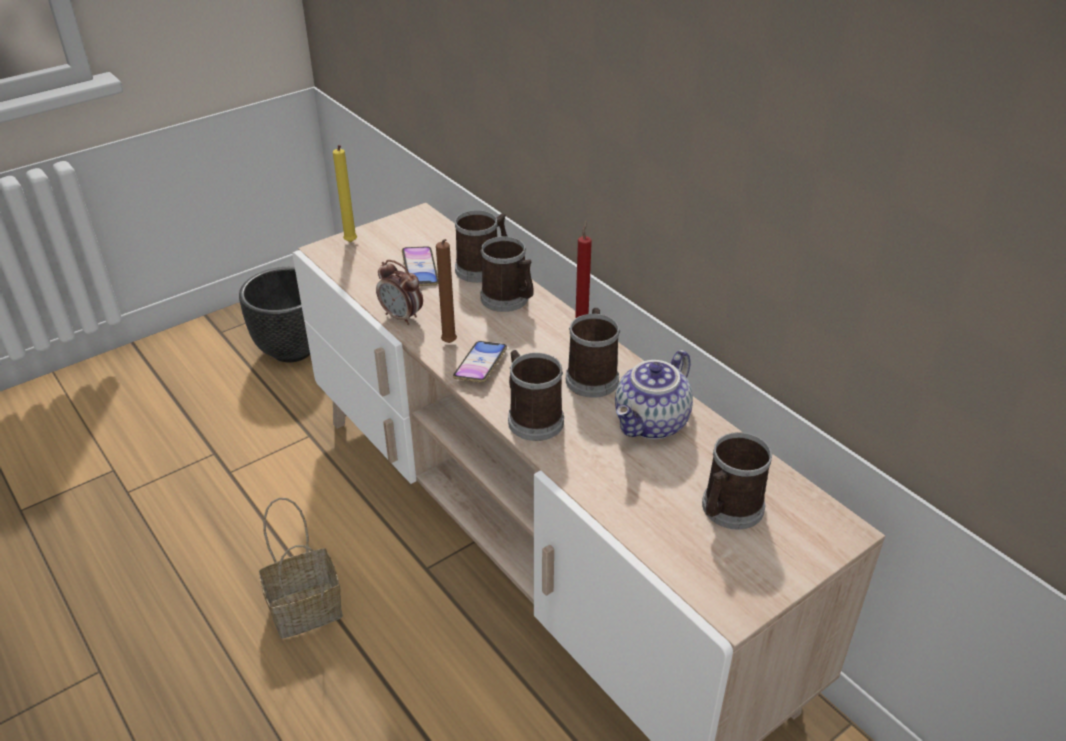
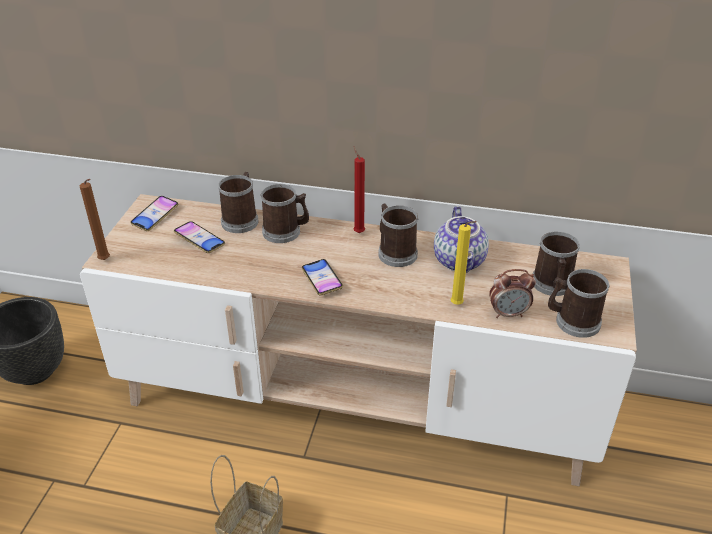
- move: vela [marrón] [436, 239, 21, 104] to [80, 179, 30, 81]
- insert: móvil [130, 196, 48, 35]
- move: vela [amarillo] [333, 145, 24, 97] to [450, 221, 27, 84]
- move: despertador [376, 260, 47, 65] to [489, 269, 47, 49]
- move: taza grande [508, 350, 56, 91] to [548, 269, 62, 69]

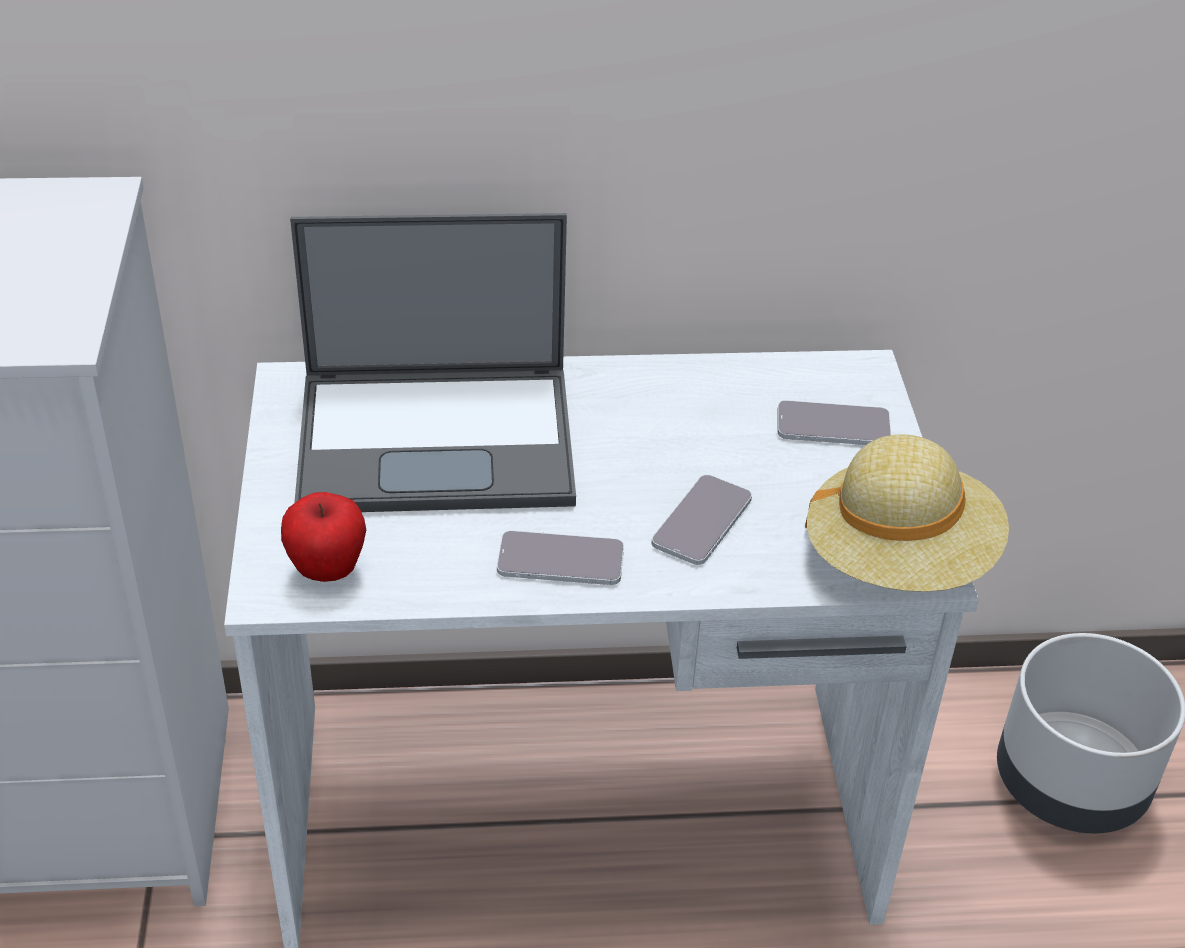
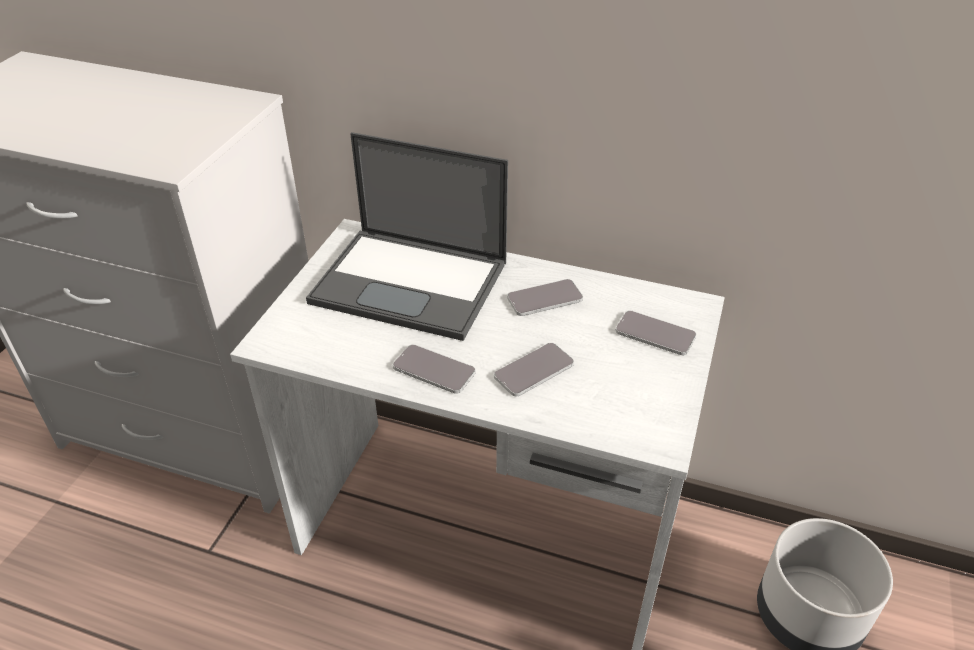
- insert: móvil [507, 279, 76, 37]
- delete: manzana [281, 492, 85, 90]
- delete: sombrero [beis] [805, 434, 204, 158]

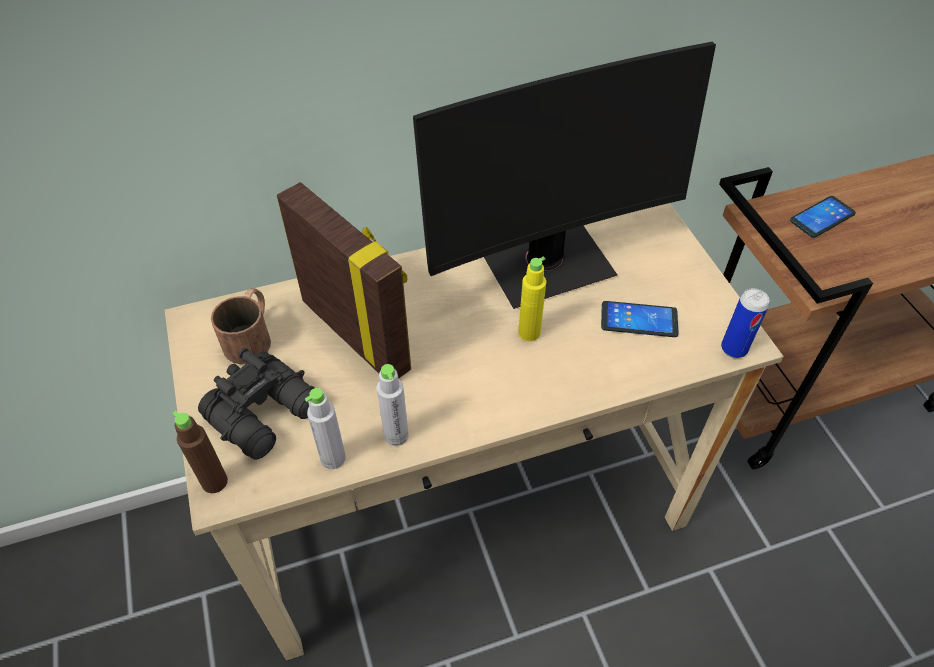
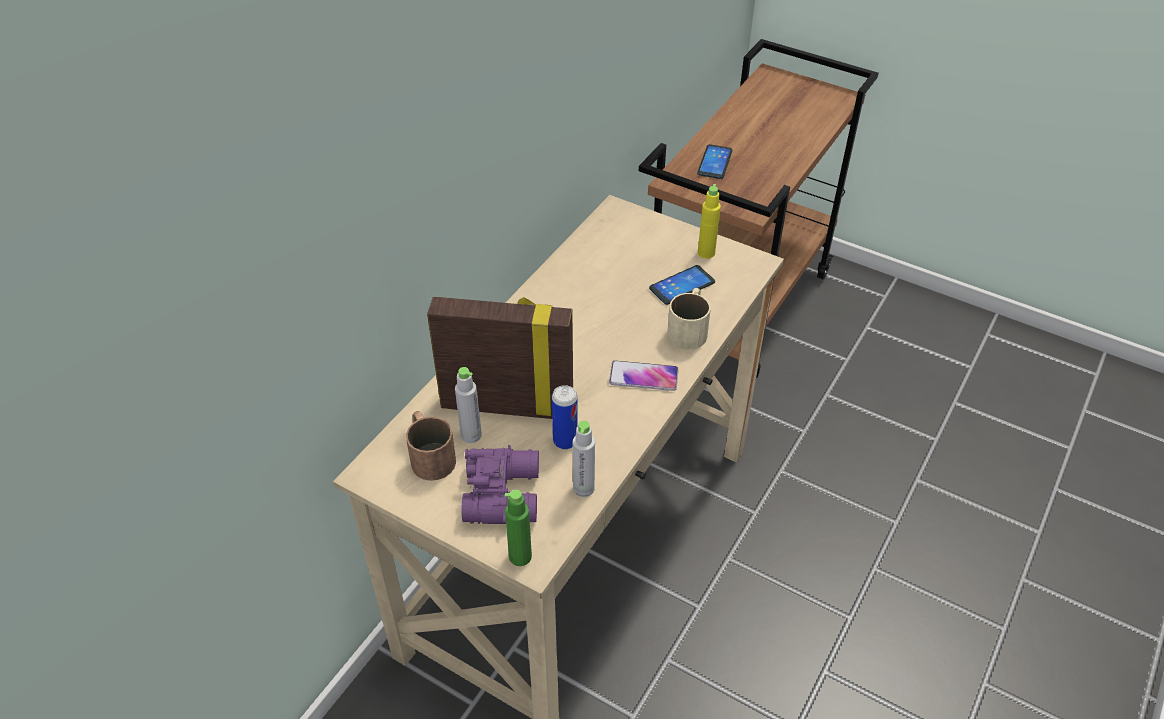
- move: botella [gris] [377, 364, 32, 82] to [455, 367, 27, 76]
- recolor: prismáticos [negro] [198, 348, 117, 112] to prismáticos [morado] [462, 445, 77, 79]
- recolor: botella [marrón] [172, 411, 56, 82] to botella [verde] [505, 490, 27, 76]
- move: lata [721, 288, 48, 70] to [552, 385, 26, 64]
- insert: móvil [609, 360, 69, 31]
- insert: taza grande [beis] [667, 288, 44, 62]
- move: botella [amarillo] [518, 257, 28, 84] to [698, 184, 23, 75]
- delete: monitor [413, 42, 303, 267]

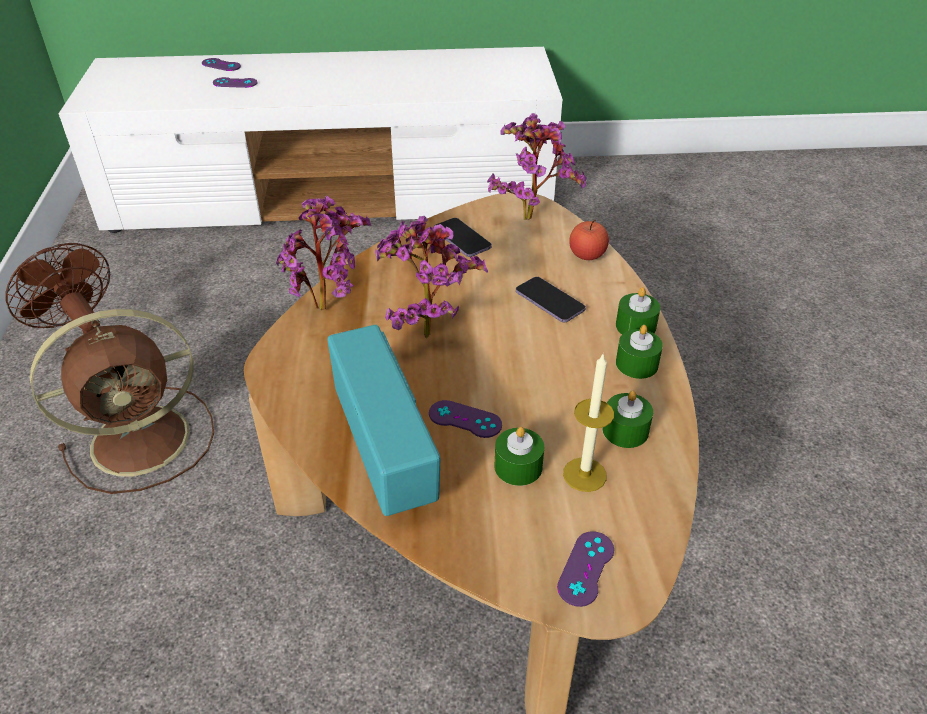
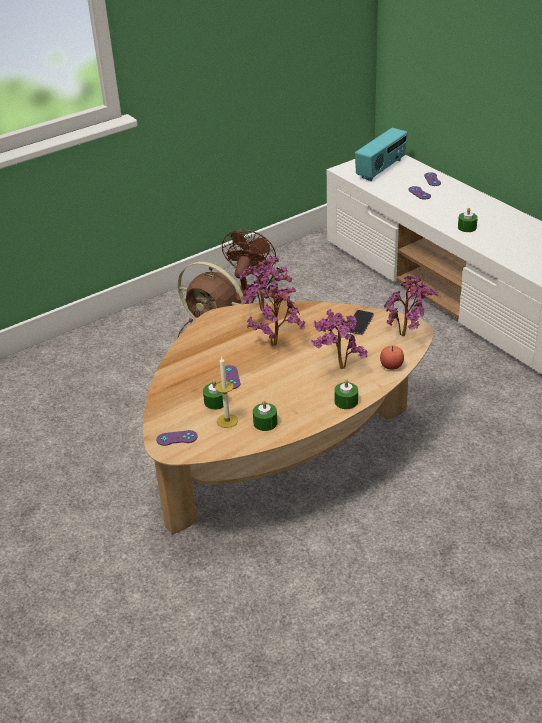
- replace: móvil [516, 277, 70, 45] to planta en maceta [311, 309, 57, 60]
- move: radio [327, 325, 114, 191] to [355, 128, 52, 53]
- move: vela [verde] [616, 325, 47, 54] to [458, 208, 20, 24]

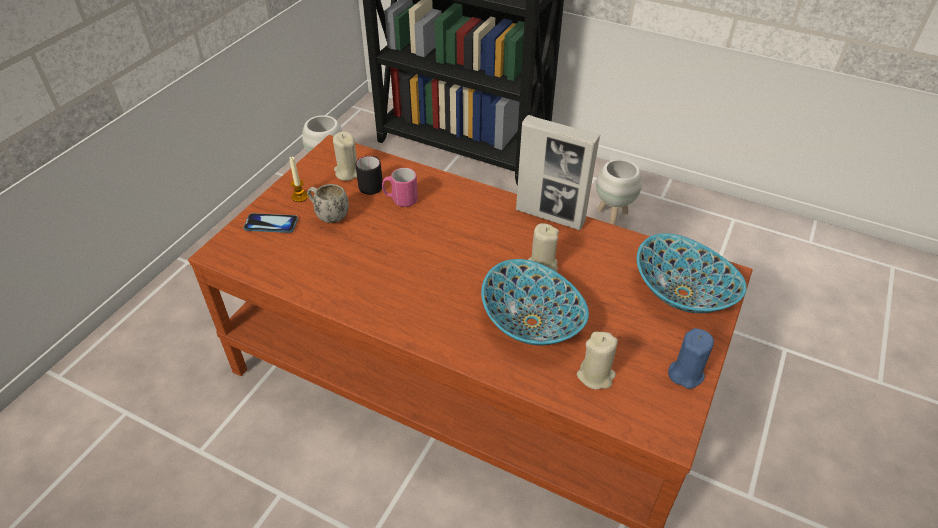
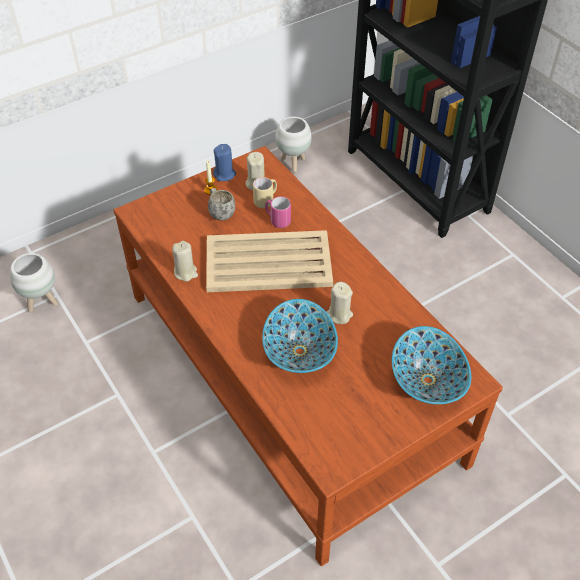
- move: maceta [blanco] [596, 159, 46, 66] to [10, 253, 48, 60]
- move: vela [beis] [577, 332, 41, 58] to [172, 241, 26, 41]
- insert: bandeja [beis] [206, 230, 127, 62]
- move: vela [azul] [668, 328, 46, 61] to [213, 144, 23, 37]
- recolor: taza grande [negro] [356, 156, 27, 39] to taza grande [beis] [253, 177, 24, 31]
- delete: móvil [243, 213, 55, 20]
- delete: portarretratos [516, 115, 84, 115]

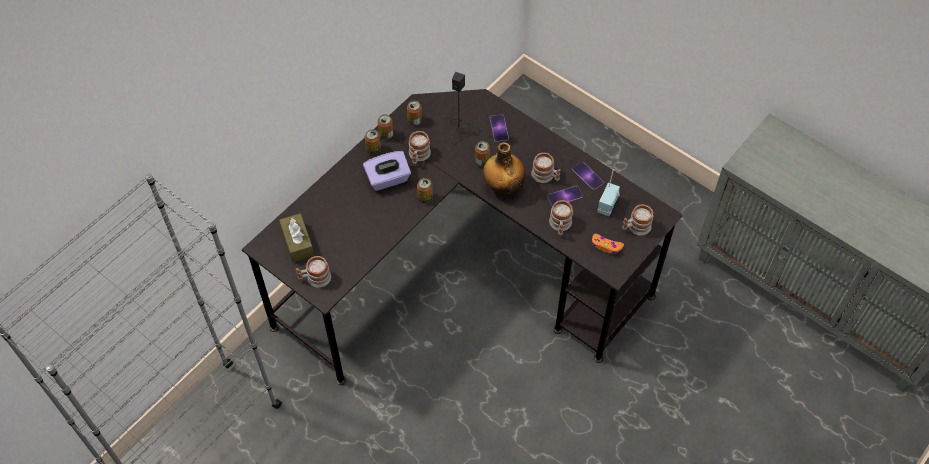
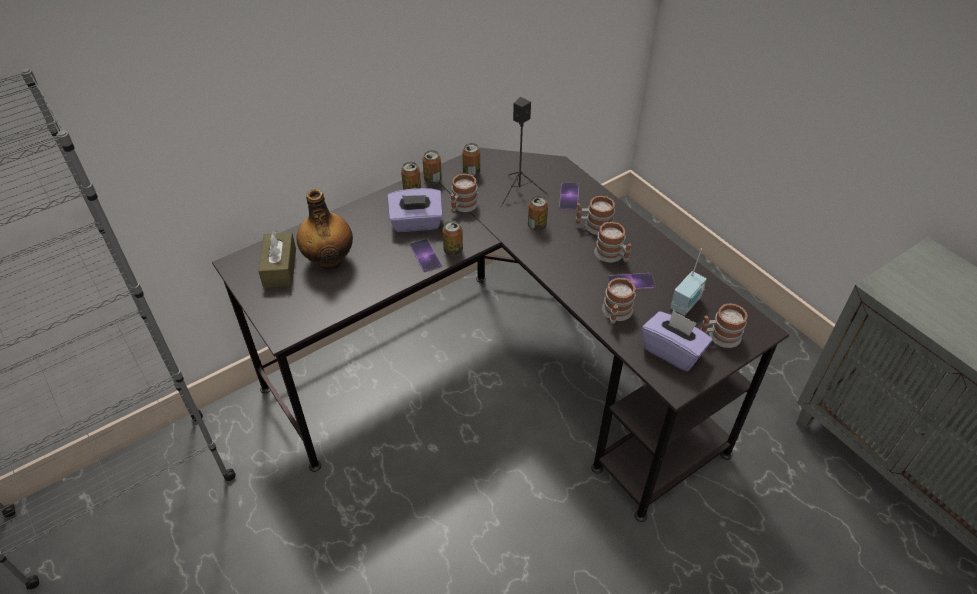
- move: botella [483, 142, 42, 53] to [297, 189, 56, 81]
- move: móvil [572, 162, 32, 28] to [410, 239, 32, 33]
- move: taza grande [296, 256, 35, 31] to [576, 196, 39, 39]
- replace: mando de consola [naranja] [592, 234, 32, 20] to caja de pañuelos [morado] [642, 310, 71, 61]

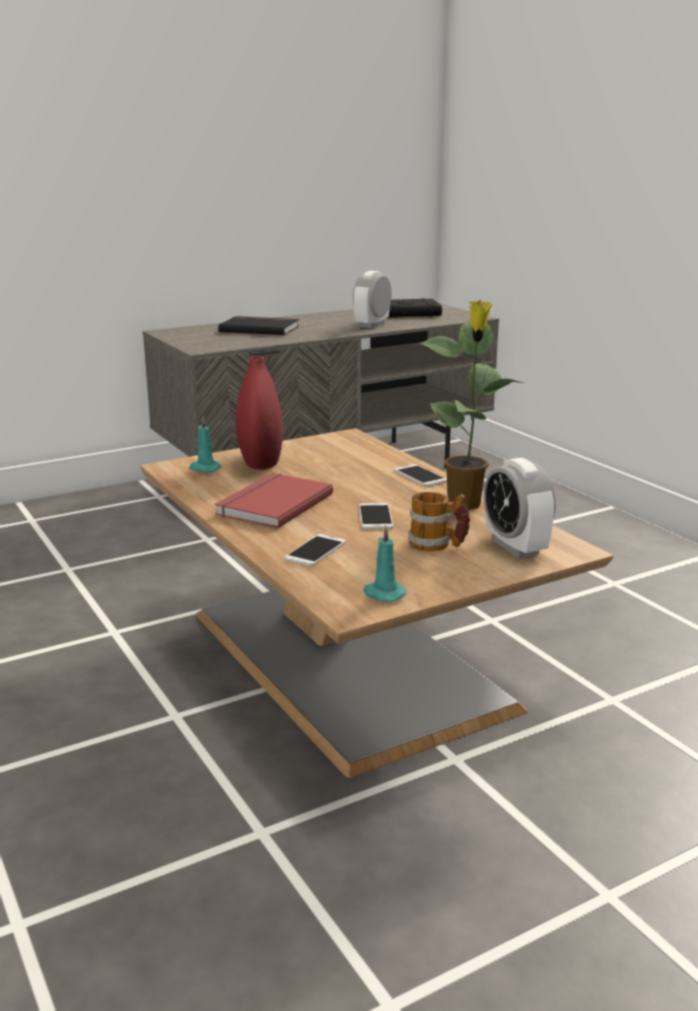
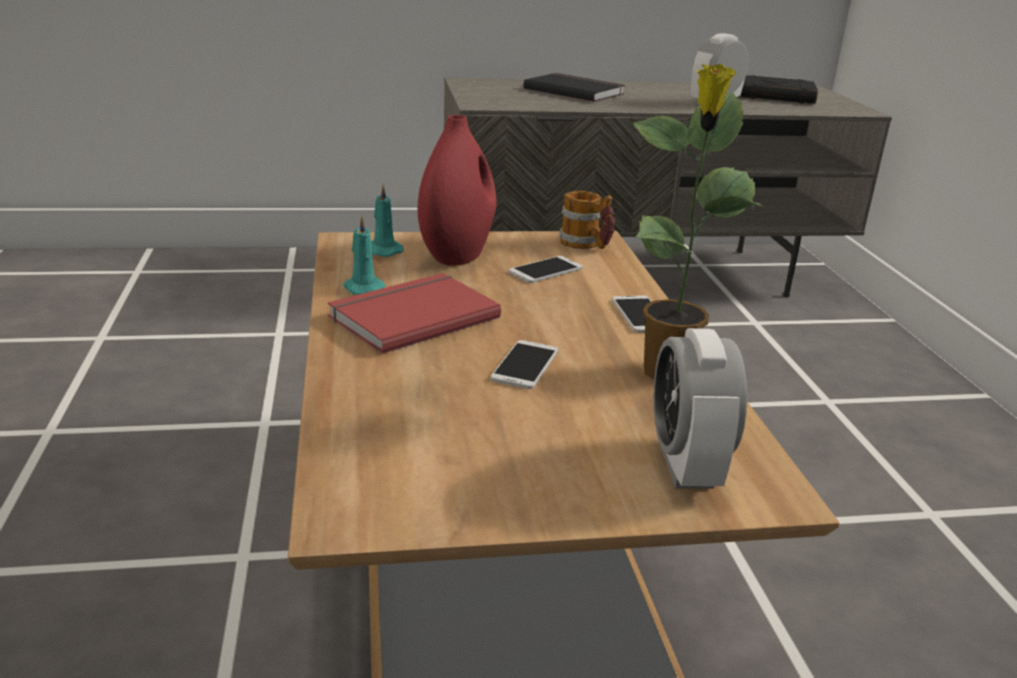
- move: vela [turquesa] [363, 526, 43, 76] to [343, 216, 43, 79]
- move: móvil [284, 534, 62, 33] to [509, 256, 74, 27]
- move: taza grande [408, 492, 62, 59] to [559, 191, 56, 58]

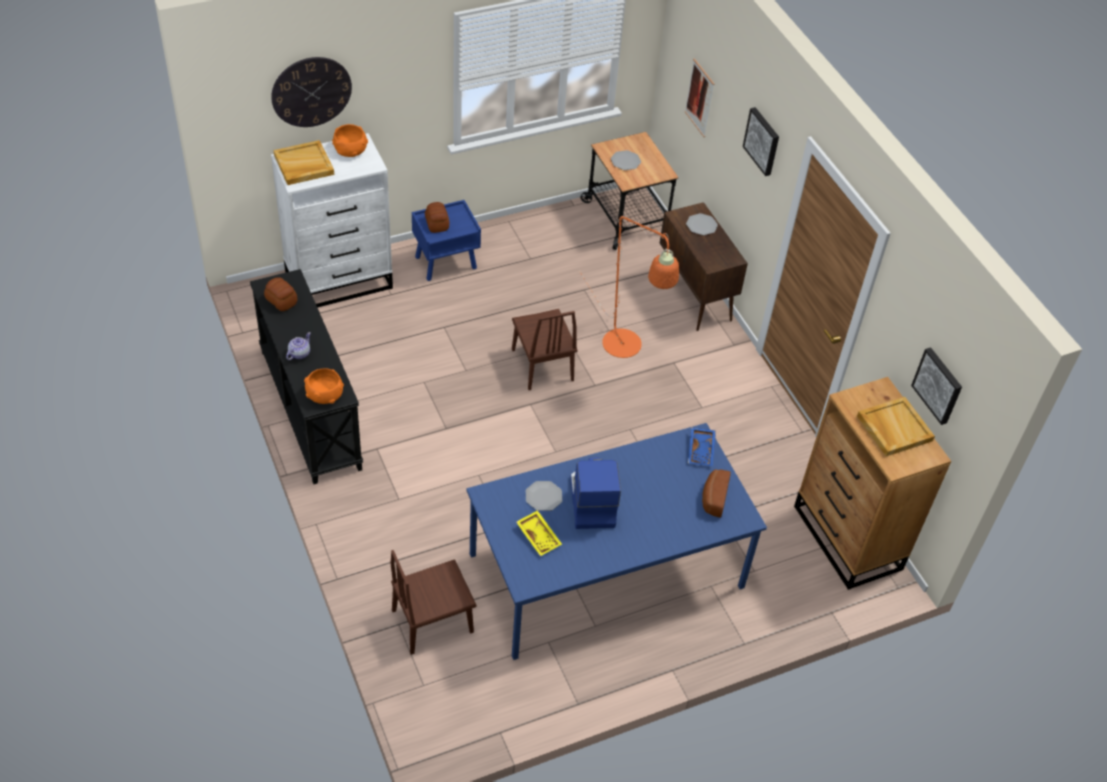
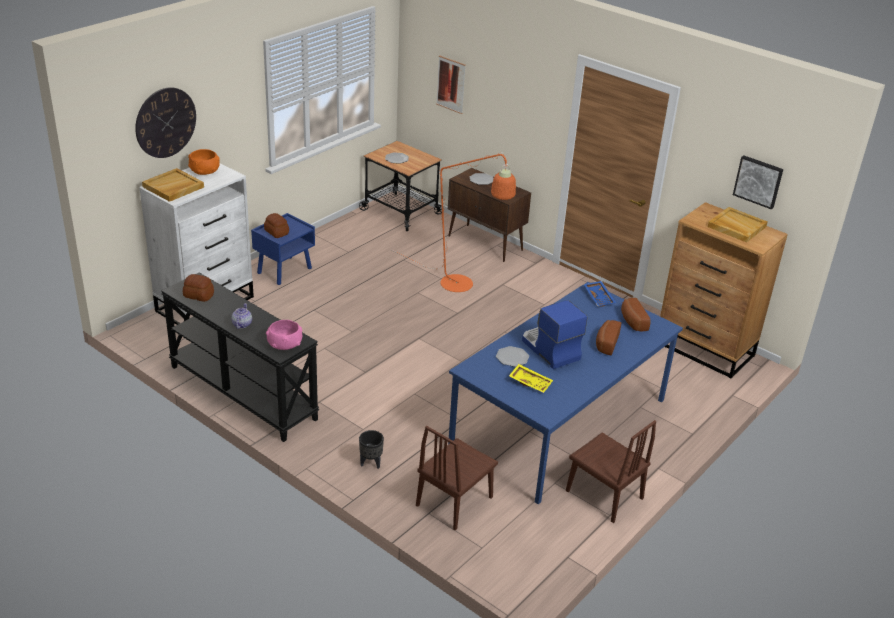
- recolor: cuenco [naranja] [304, 368, 40, 36] to cuenco [rosa] [266, 320, 37, 30]
- insert: maceta [negro] [359, 430, 25, 39]
- move: silla [marrón] [512, 309, 65, 81] to [566, 420, 90, 103]
- insert: pan [596, 320, 25, 35]
- delete: cuadro [743, 107, 36, 69]

